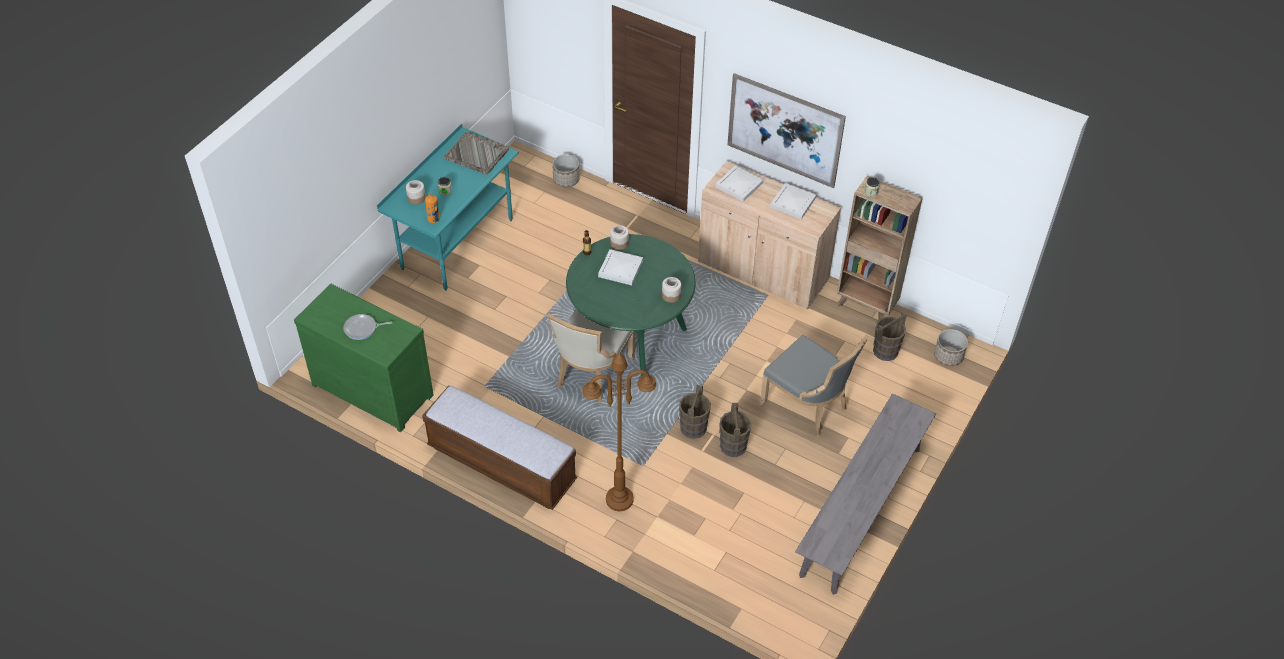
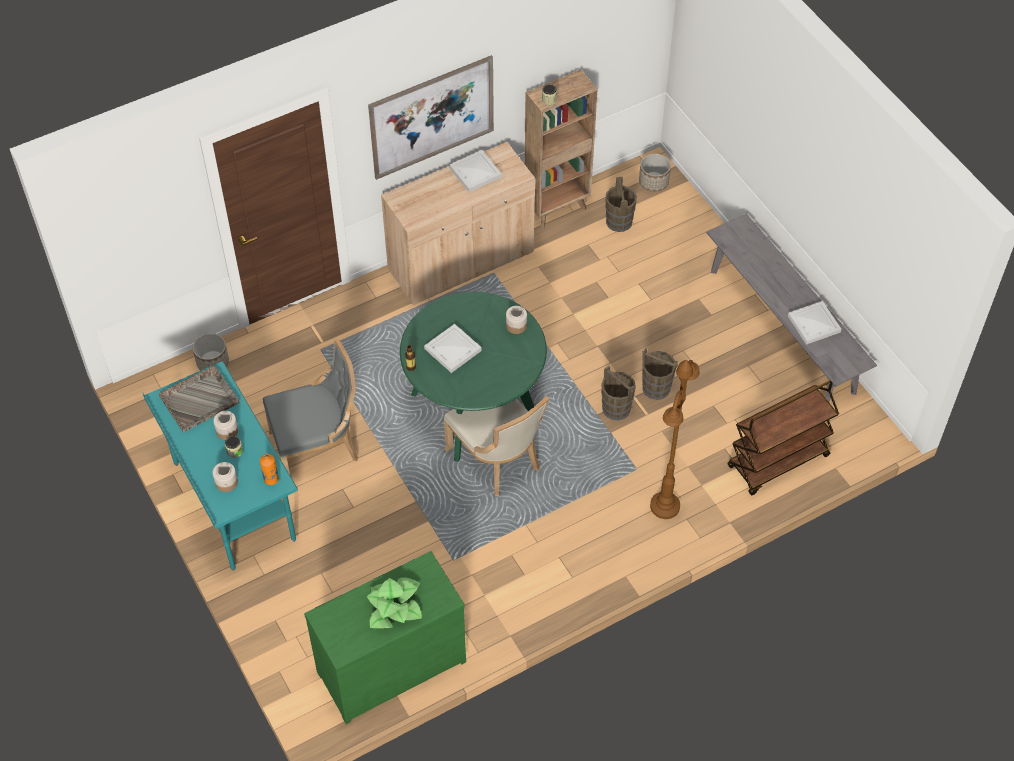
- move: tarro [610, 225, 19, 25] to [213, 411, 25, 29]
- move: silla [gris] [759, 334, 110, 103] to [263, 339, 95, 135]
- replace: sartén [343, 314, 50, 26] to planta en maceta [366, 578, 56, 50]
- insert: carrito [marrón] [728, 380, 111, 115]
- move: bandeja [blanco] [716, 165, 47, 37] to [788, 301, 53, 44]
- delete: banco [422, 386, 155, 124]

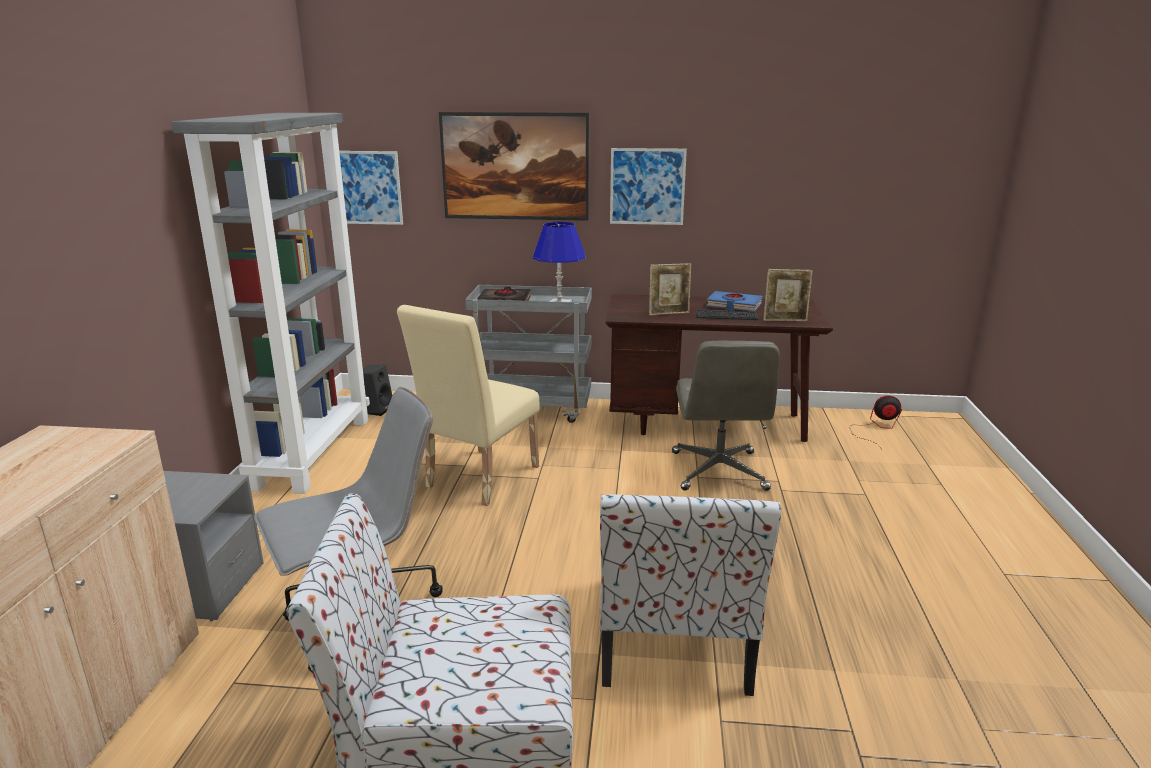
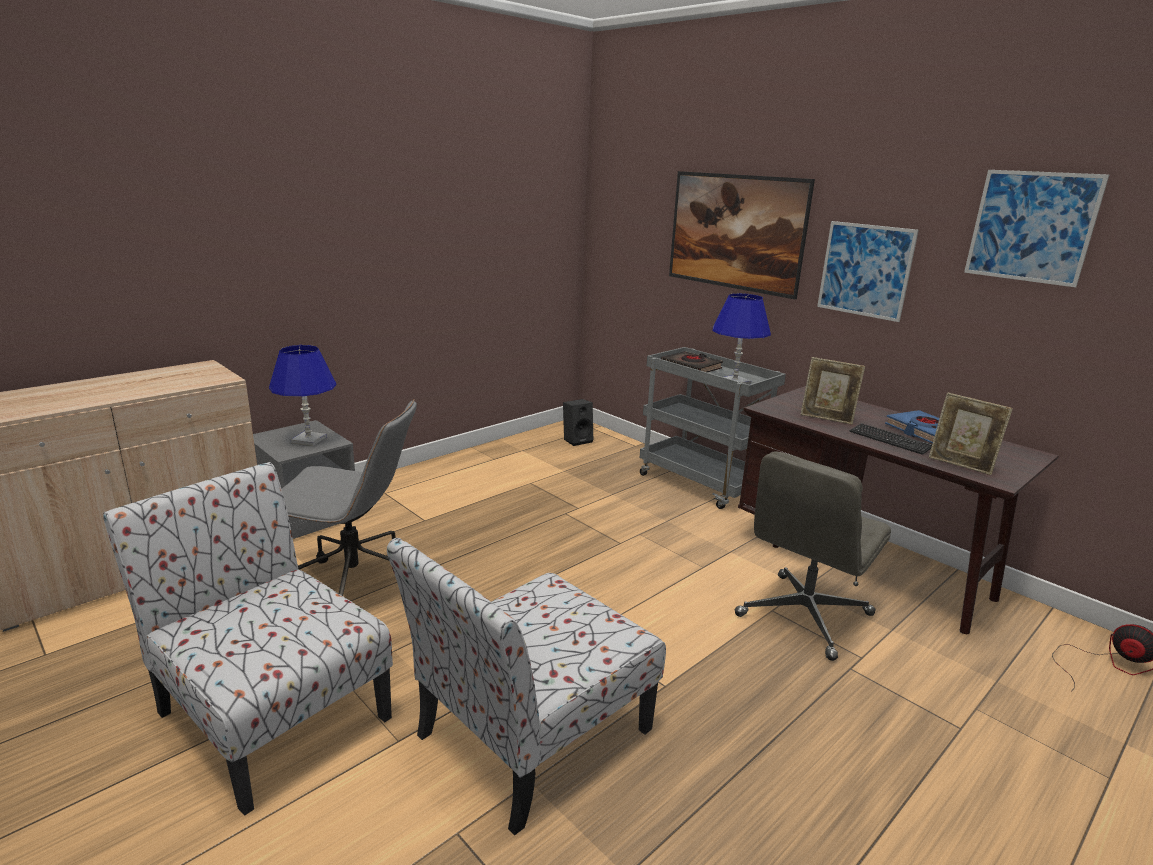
- insert: lámpara de mesa [azul] [269, 345, 68, 101]
- move: cuadro [339, 151, 64, 74] to [964, 170, 145, 117]
- delete: estantería [gris] [172, 113, 198, 381]
- delete: silla [beis] [397, 305, 142, 201]

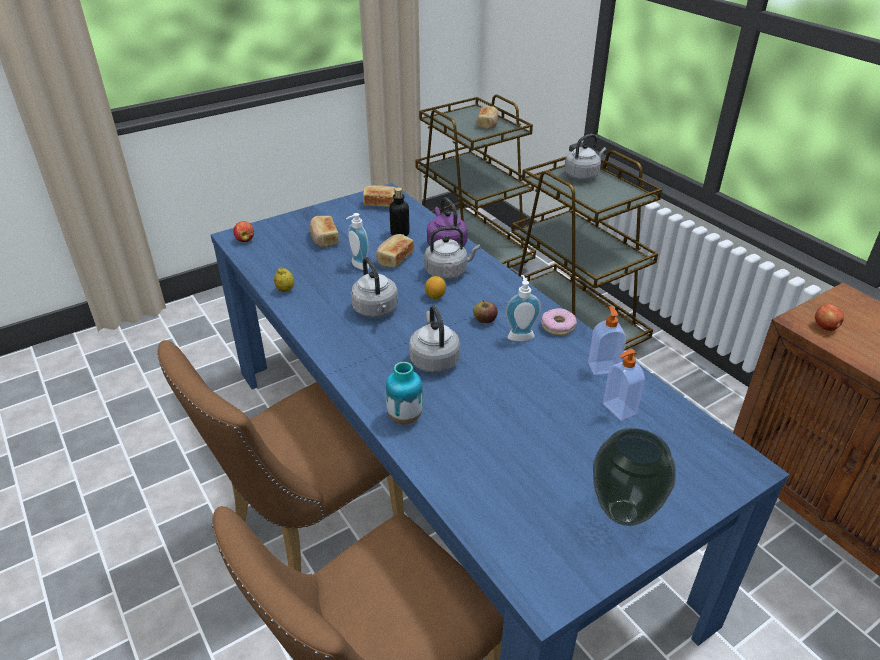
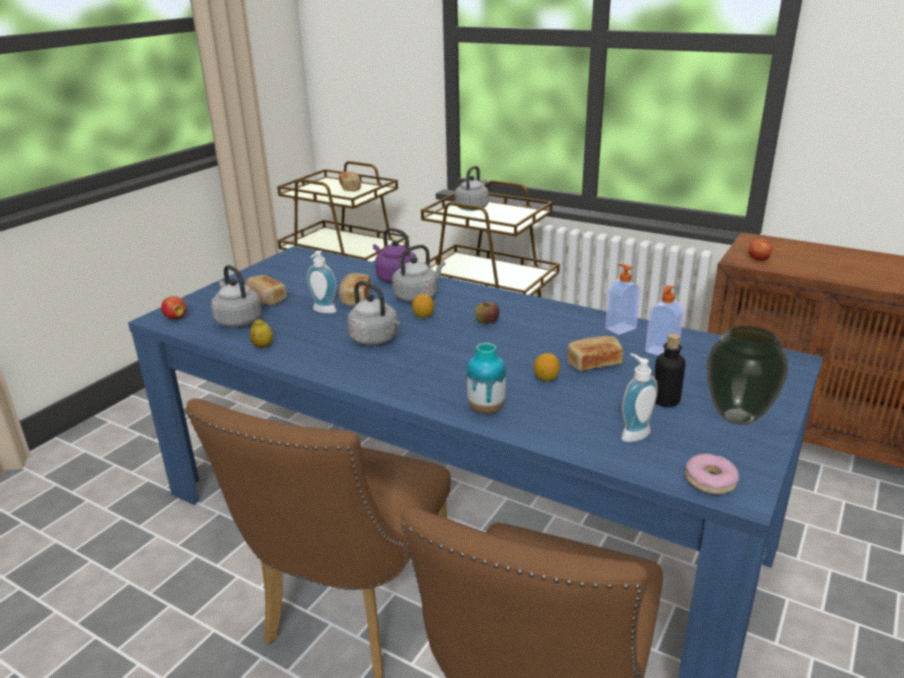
- move: hervidor [gris] [409, 305, 51, 68] to [211, 265, 51, 62]
- insert: limón [534, 353, 26, 29]
- move: pan [363, 185, 33, 22] to [567, 336, 56, 35]
- move: dispensador de jabón [505, 275, 36, 67] to [621, 353, 37, 89]
- move: botella [389, 187, 21, 49] to [654, 334, 32, 73]
- move: rosquilla [541, 308, 36, 27] to [685, 453, 54, 41]

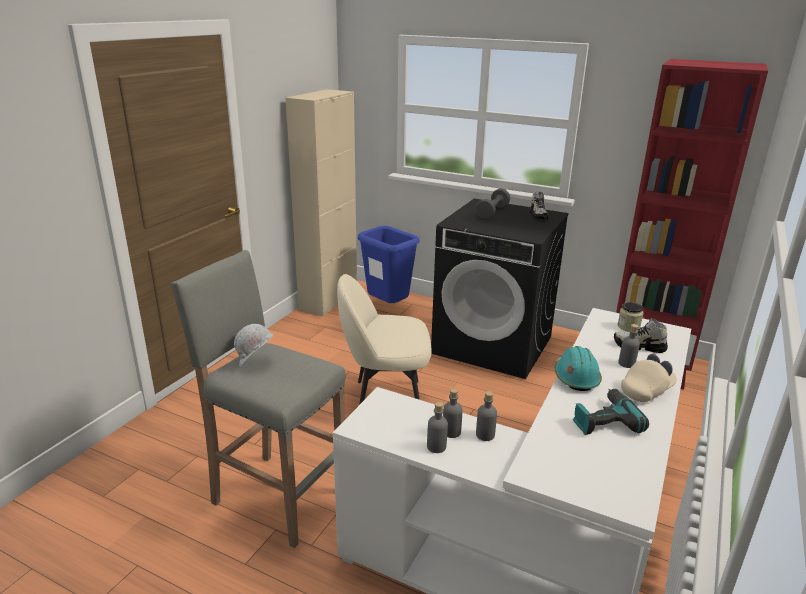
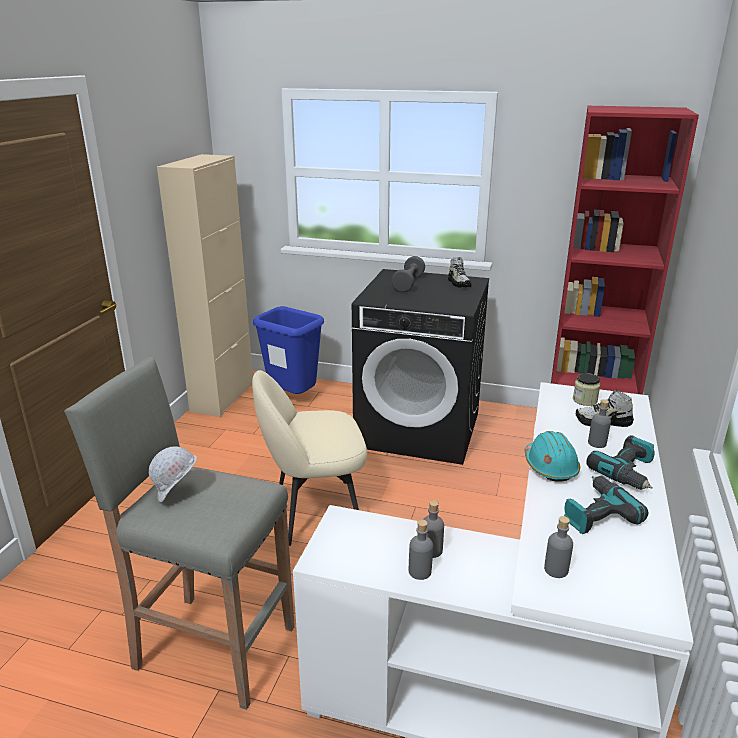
- move: botella [gris] [476, 391, 21, 50] to [544, 516, 29, 62]
- replace: gorra [beis] [621, 354, 56, 48] to taladro [586, 435, 69, 55]

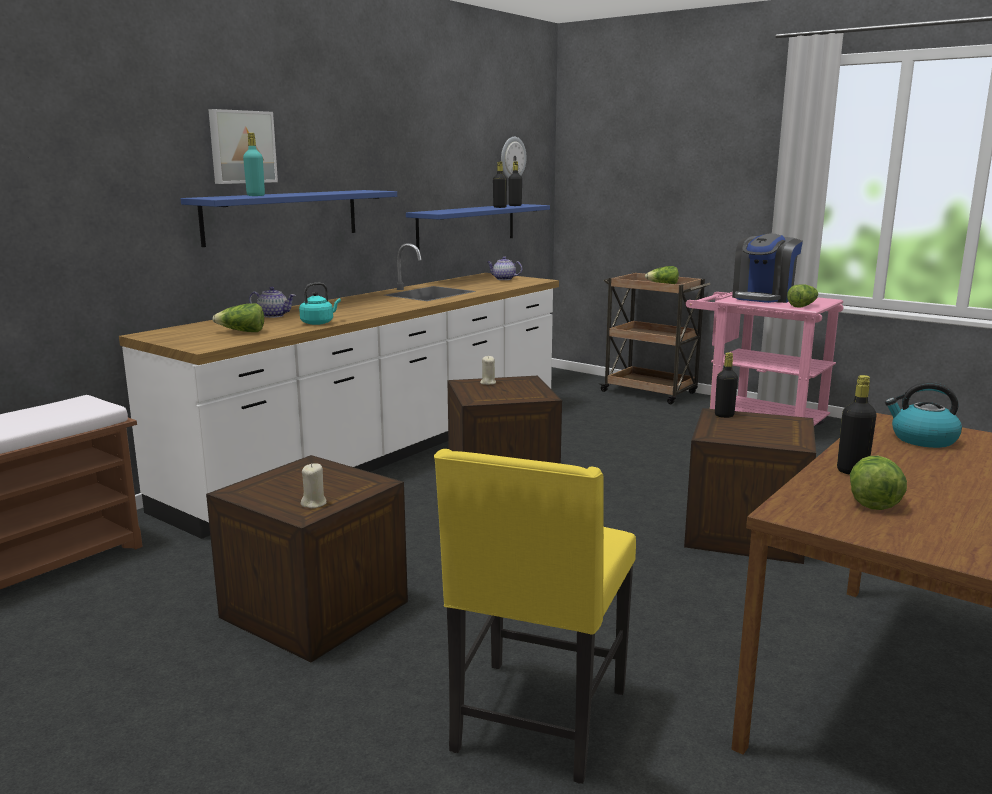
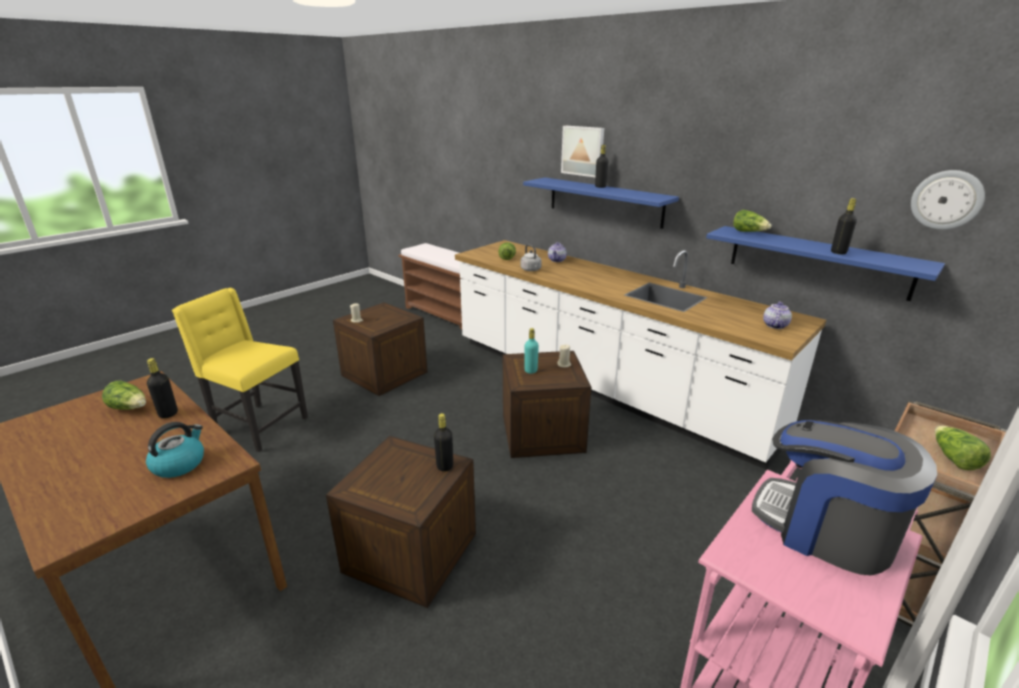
- recolor: hervidor [turquesa] [299, 283, 42, 42] to hervidor [gris] [521, 244, 21, 27]
- move: botella [turquesa] [243, 133, 22, 63] to [524, 328, 15, 46]
- move: botella [negro] [509, 161, 13, 45] to [595, 145, 13, 43]
- move: lechuga [787, 284, 31, 24] to [733, 210, 39, 22]

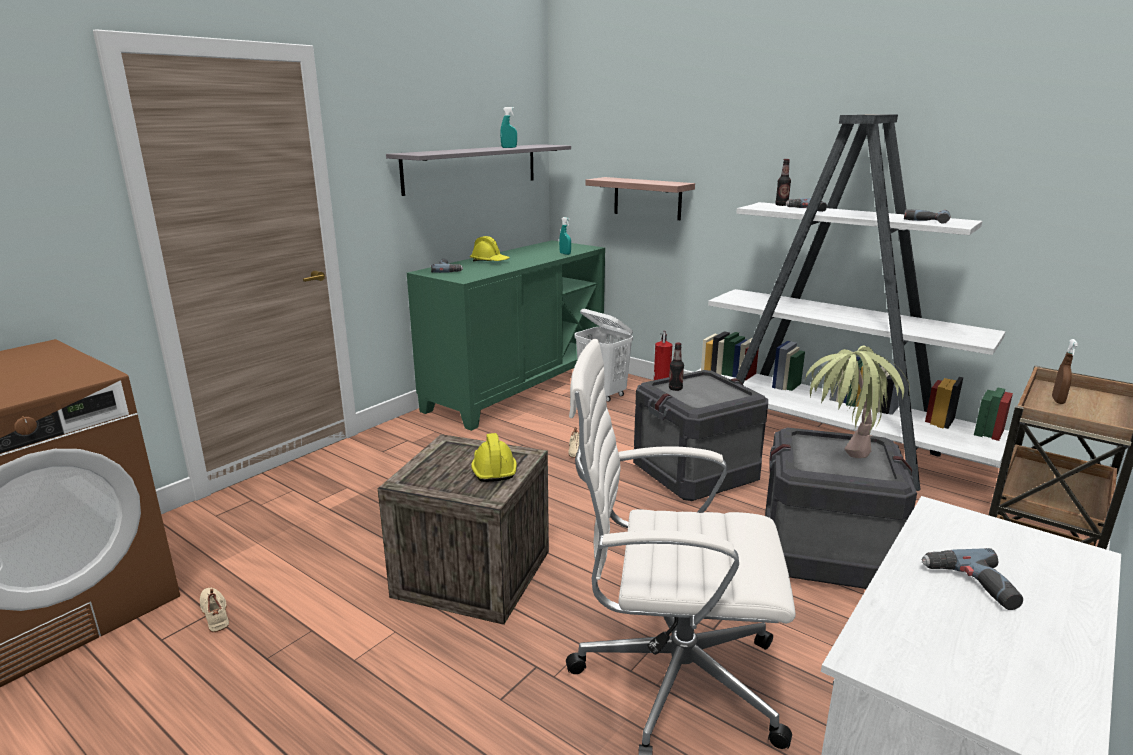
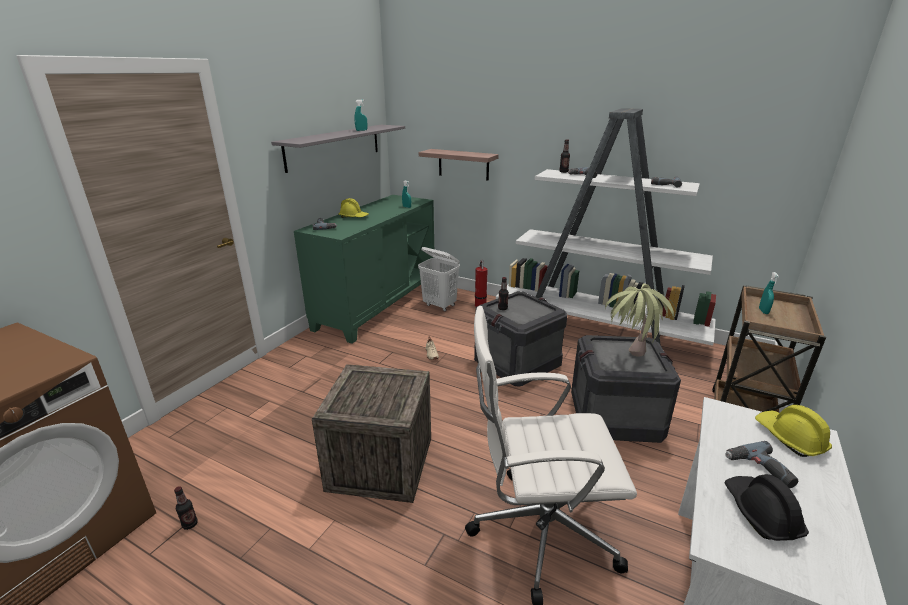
- replace: zapato [beis] [200, 587, 29, 45] to botella [174, 486, 24, 44]
- insert: casco [negro] [725, 474, 84, 67]
- move: casco [amarillo] [471, 433, 46, 49] to [755, 405, 77, 52]
- recolor: pulverizador [marrón] [1052, 339, 26, 65] to pulverizador [turquesa] [759, 272, 20, 42]

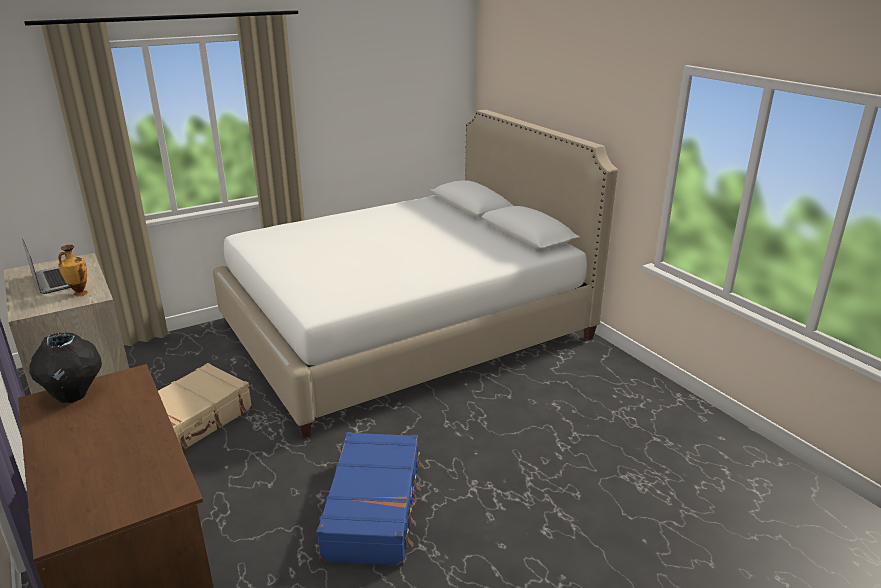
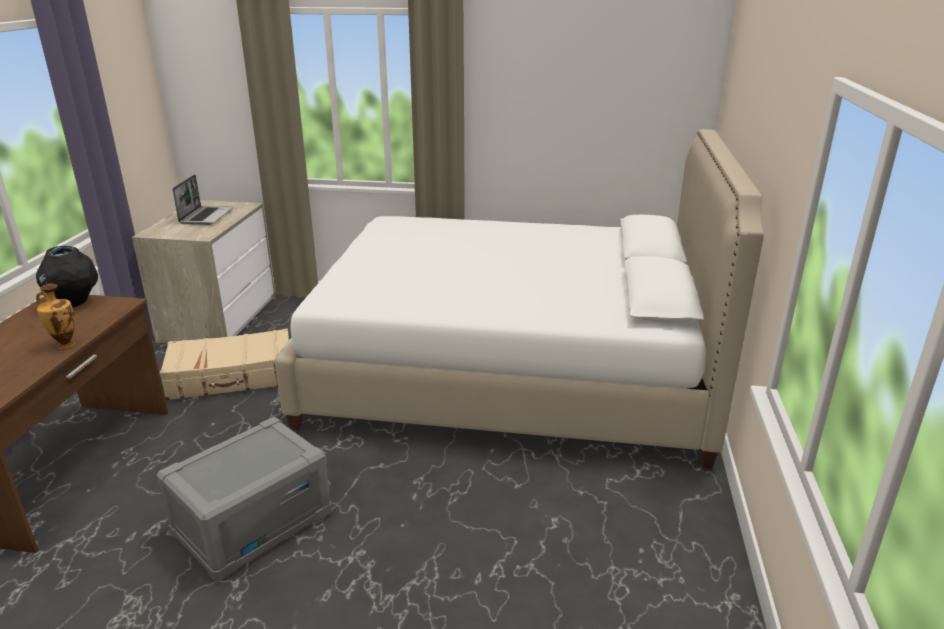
- move: florero [58, 245, 30, 51] to [36, 284, 40, 65]
- replace: maleta [azul] [316, 432, 108, 134] to caja de almacenaje [gris] [156, 417, 176, 164]

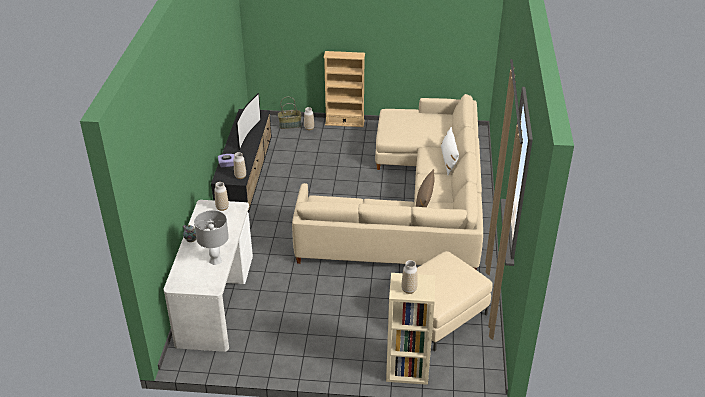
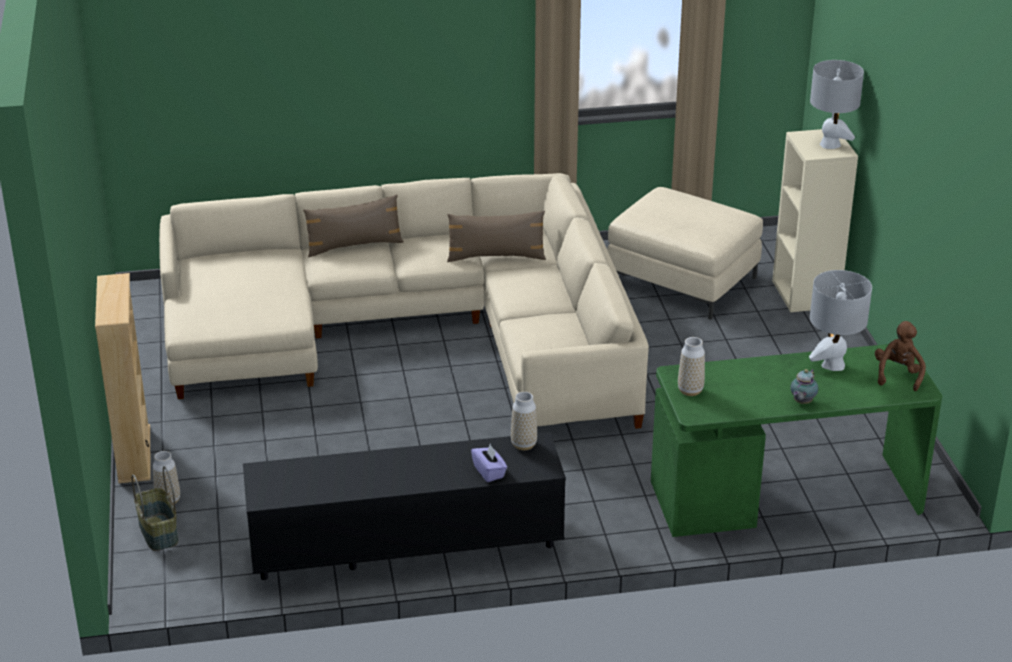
- recolor: cojín [blanco] [441, 127, 18, 49] to cojín [marrón] [303, 195, 101, 62]
- recolor: escritorio [blanco] [164, 200, 89, 152] to escritorio [verde] [651, 344, 291, 193]
- replace: florero [401, 260, 16, 34] to lámpara de mesa [gris] [810, 60, 54, 89]
- insert: peluche [marrón] [875, 321, 51, 70]
- delete: televisor [236, 93, 25, 57]

